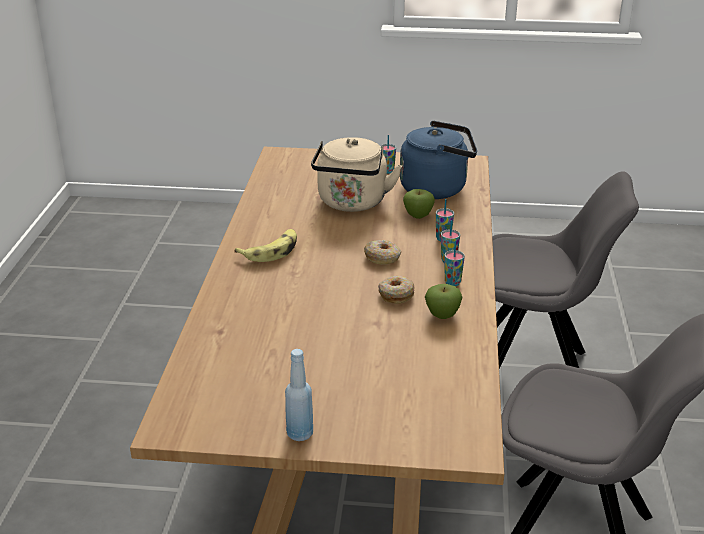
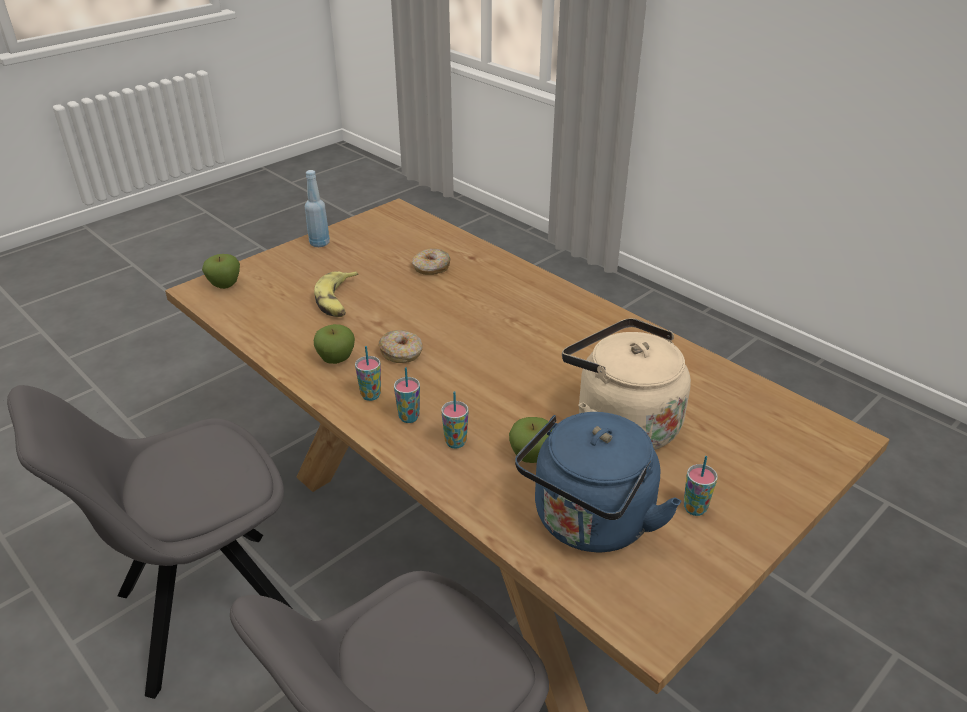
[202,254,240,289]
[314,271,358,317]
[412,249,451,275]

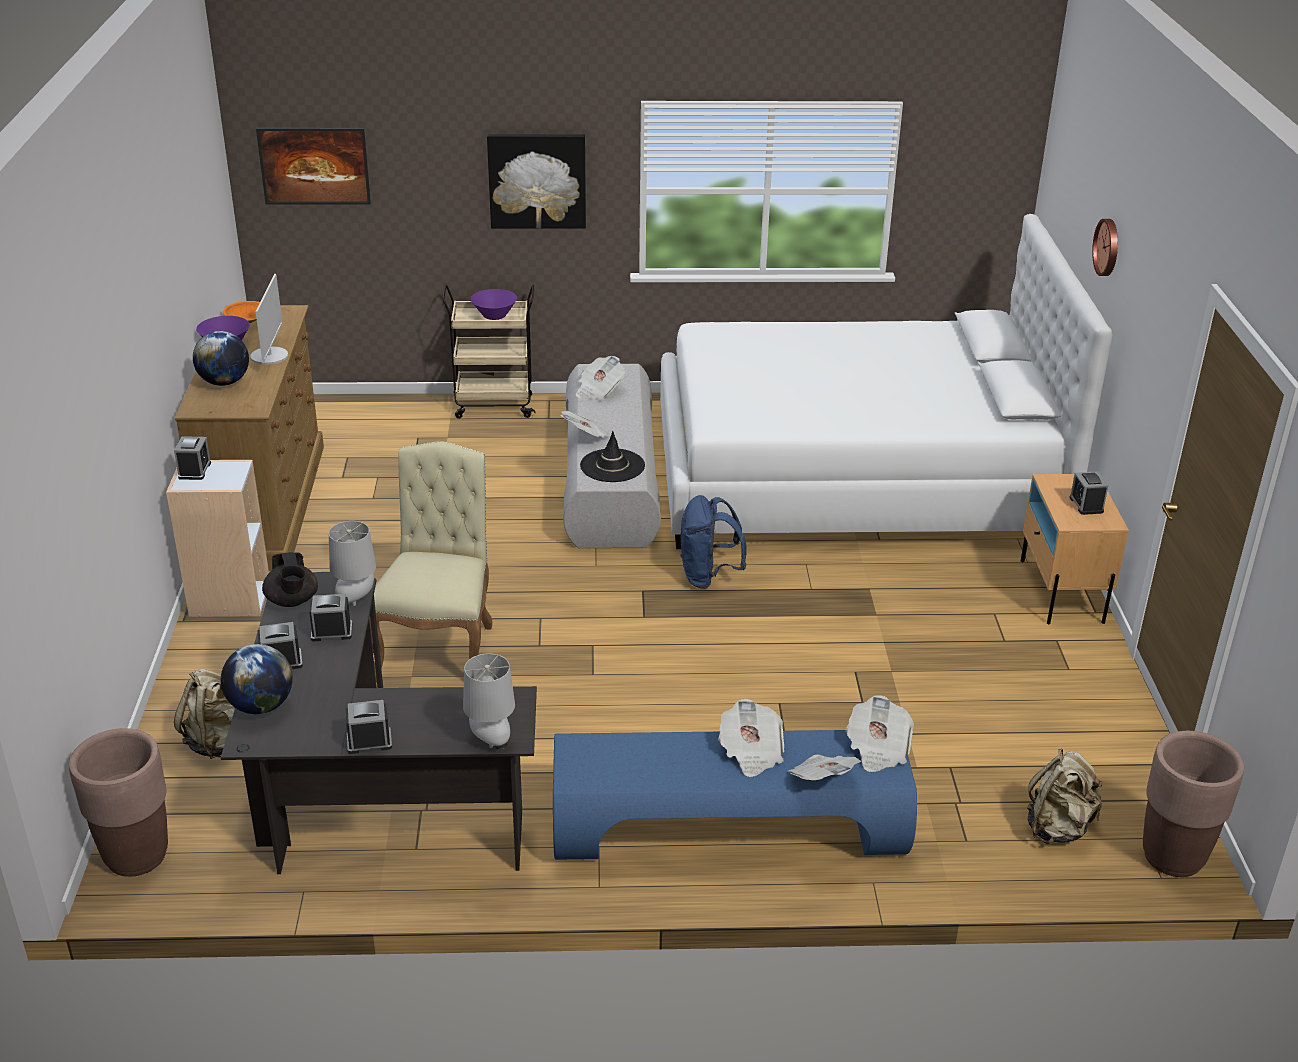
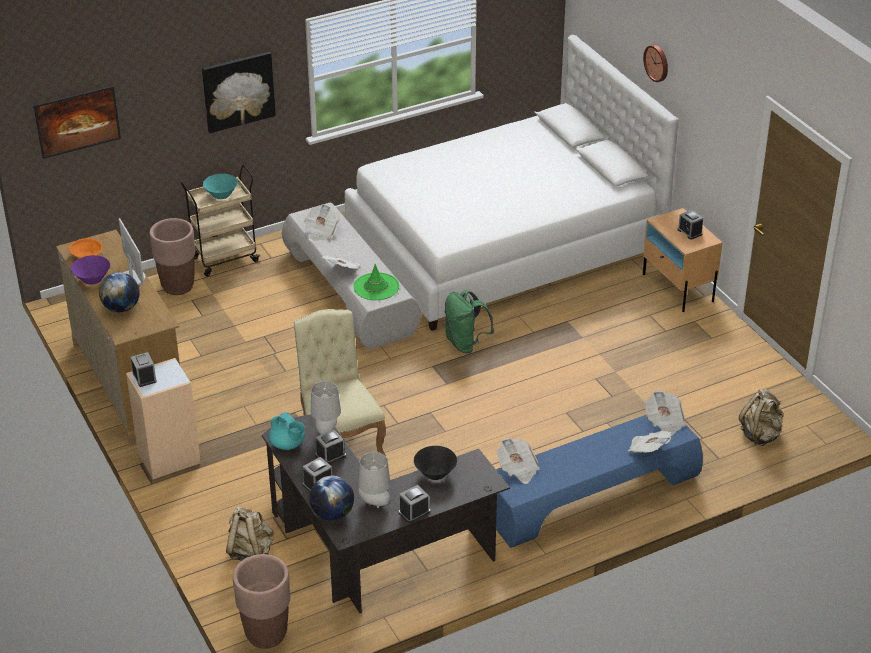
[414,446,457,480]
[358,452,391,508]
[496,438,540,484]
[149,218,195,295]
[269,412,305,450]
[203,174,238,199]
[353,264,399,300]
[445,290,494,353]

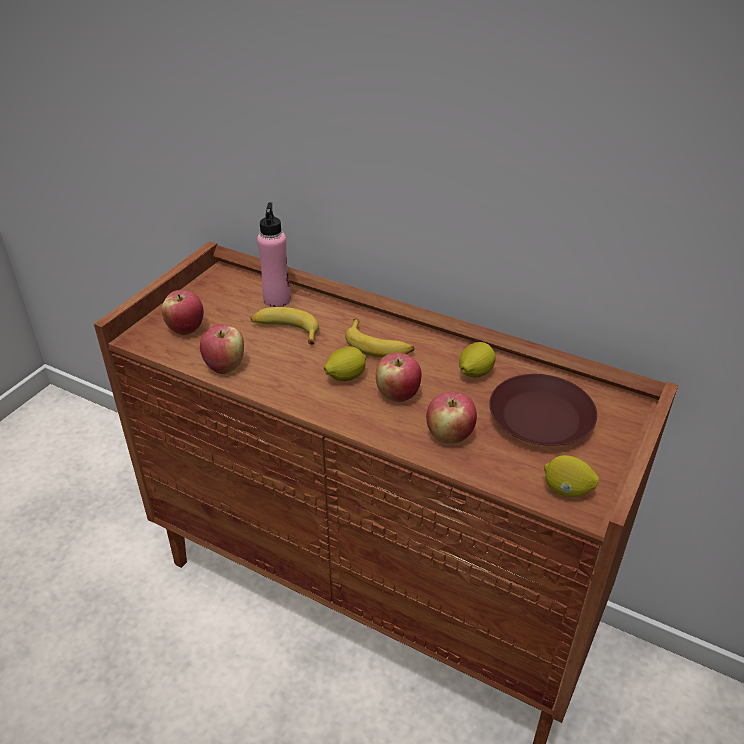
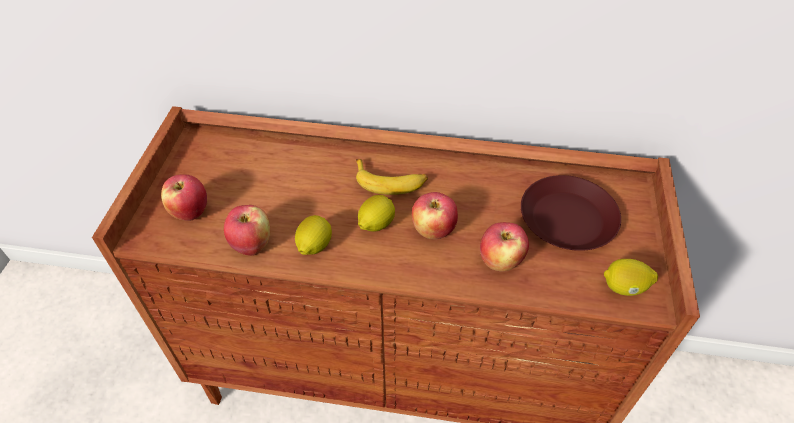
[251,307,319,345] (first image)
[257,202,291,307] (first image)
[295,215,332,255]

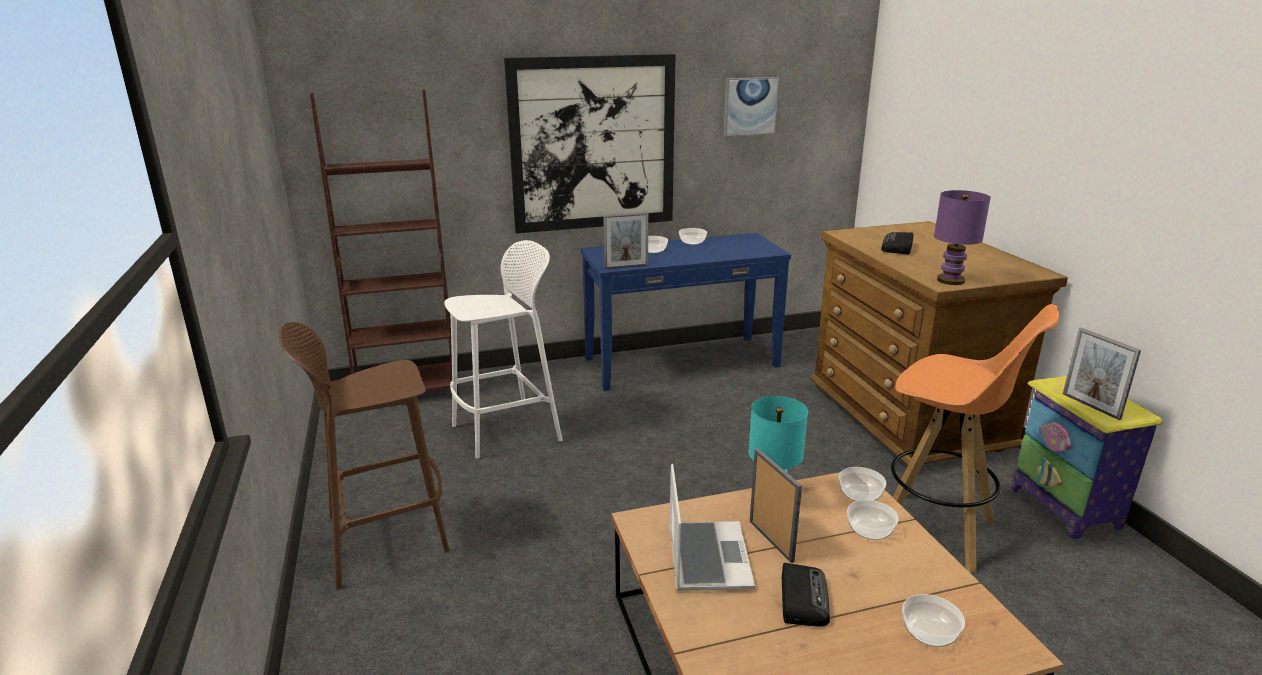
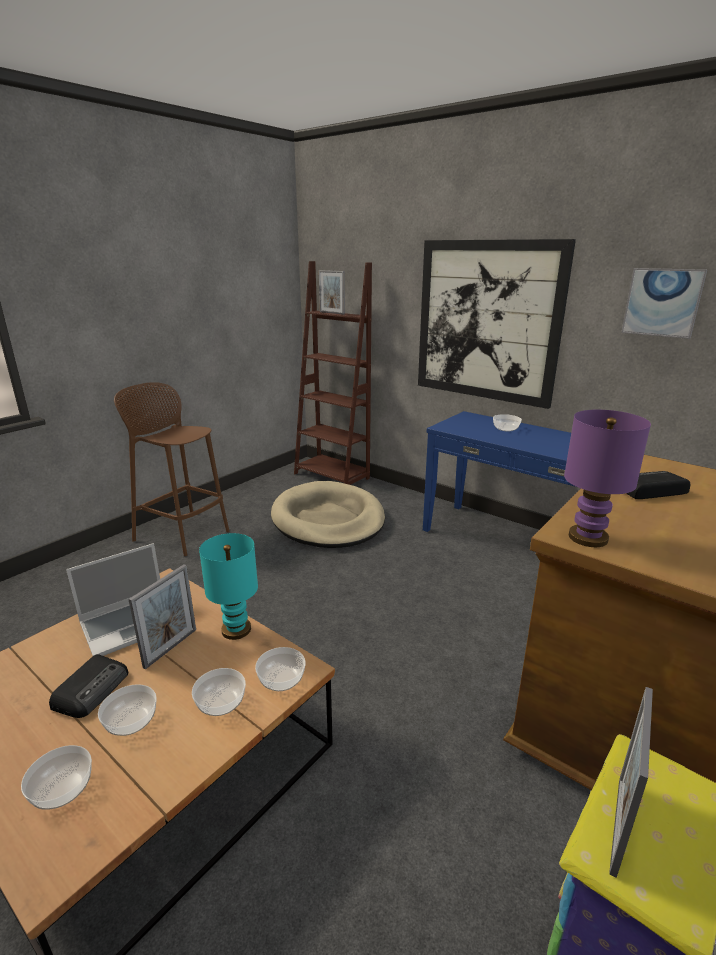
[891,304,1059,573] (first image)
[319,270,345,315]
[98,684,157,736]
[271,481,385,548]
[49,654,128,718]

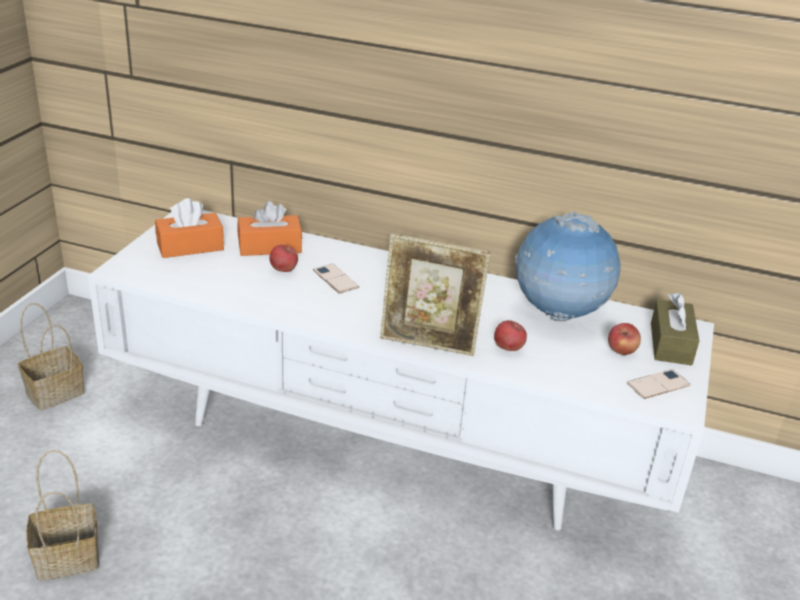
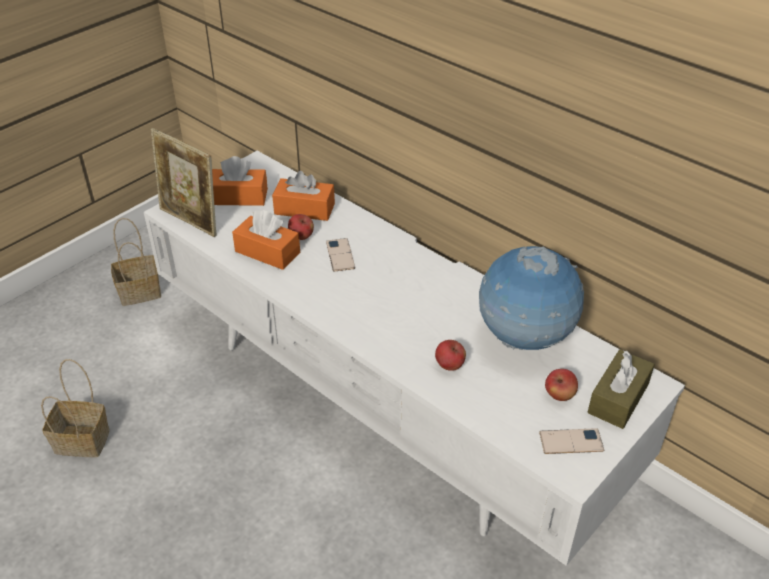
[232,210,300,270]
[151,128,216,237]

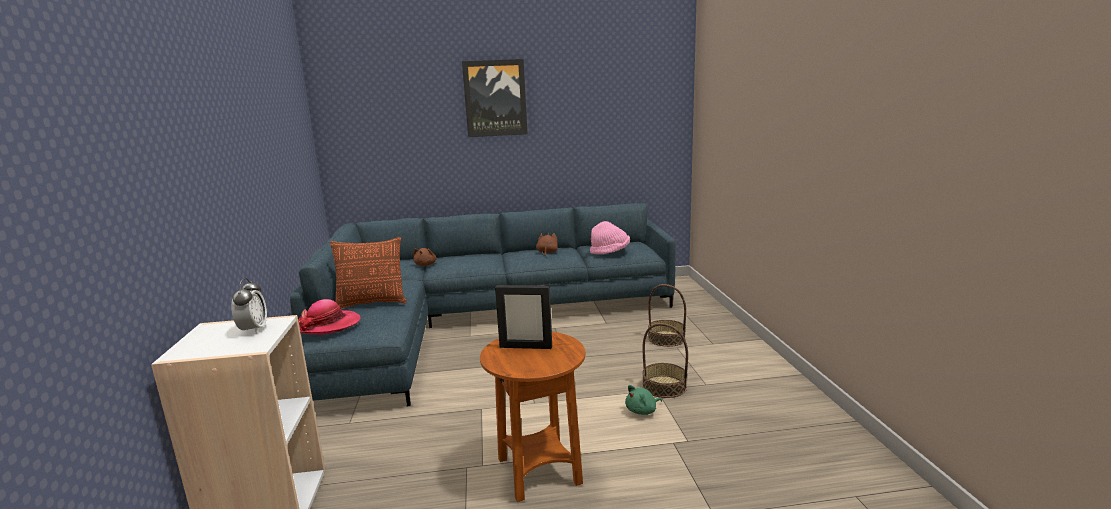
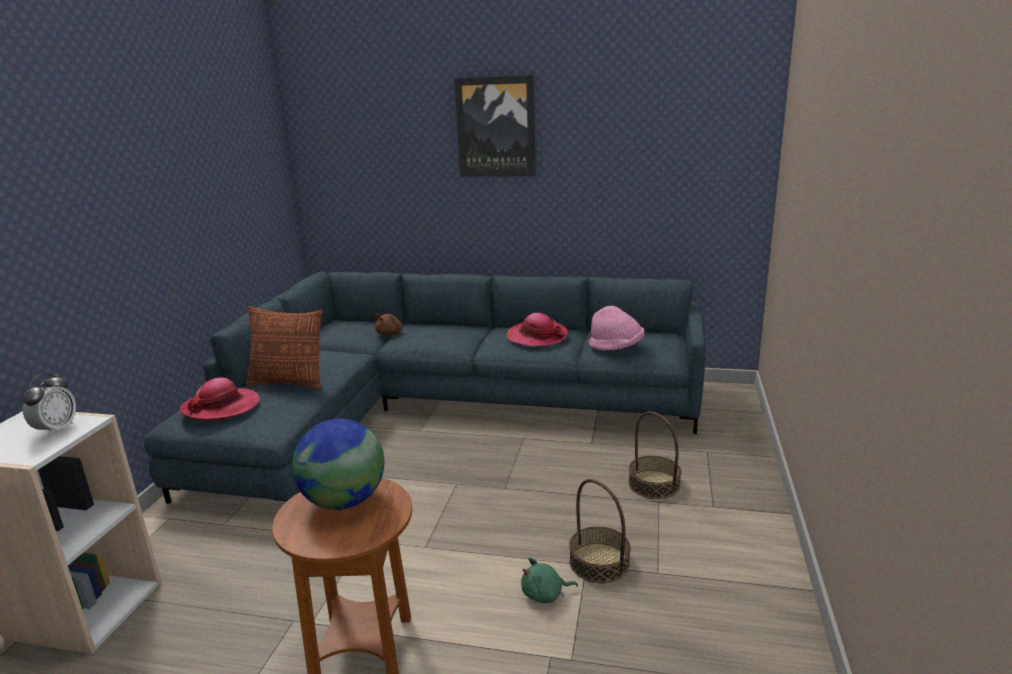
[292,419,384,510]
[507,313,568,347]

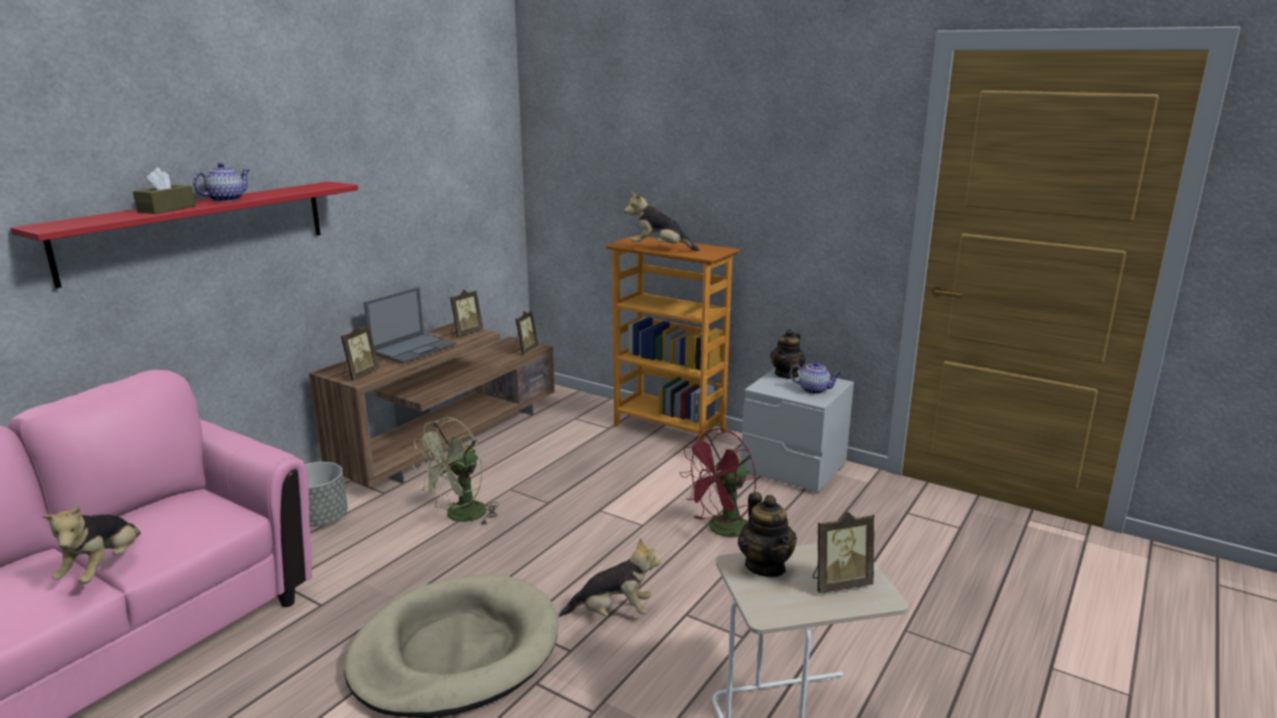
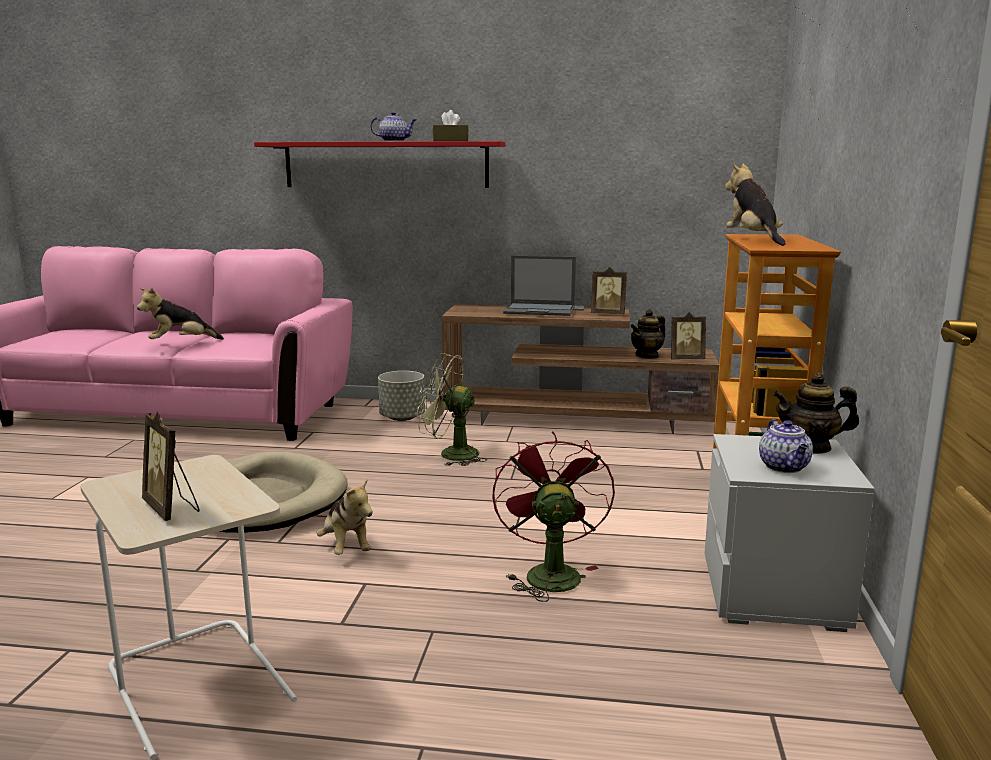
[341,325,379,380] (first image)
[433,110,469,141]
[630,309,665,359]
[492,431,615,602]

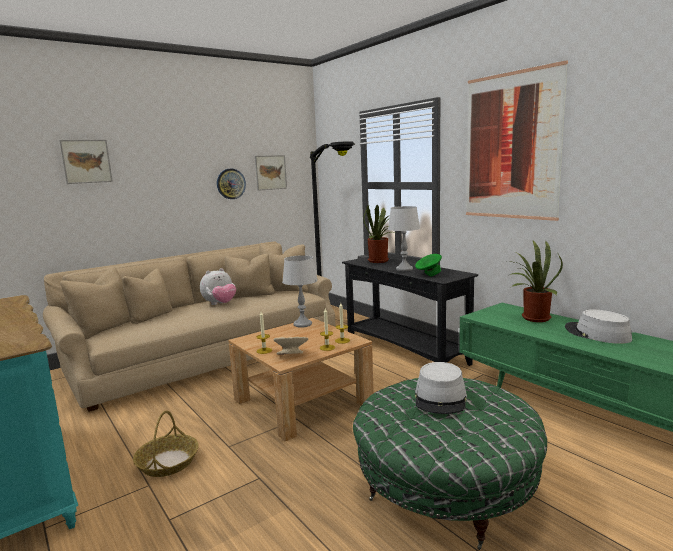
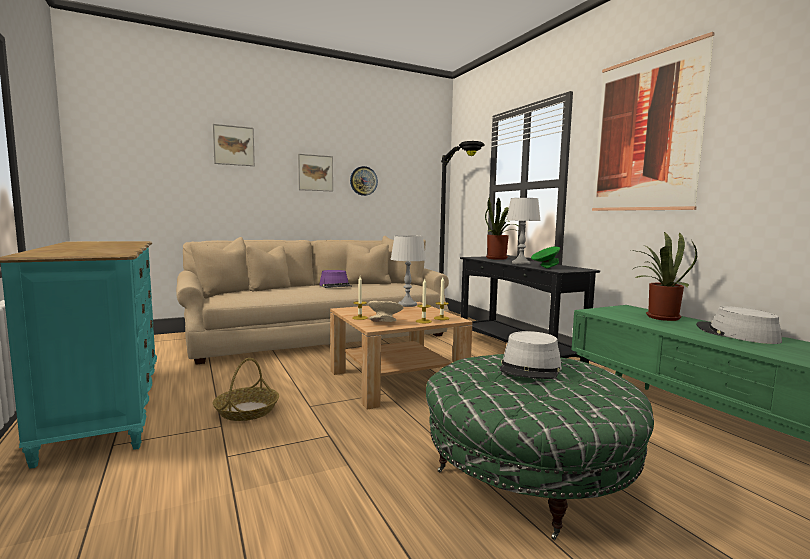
[298,154,333,192]
[320,270,351,288]

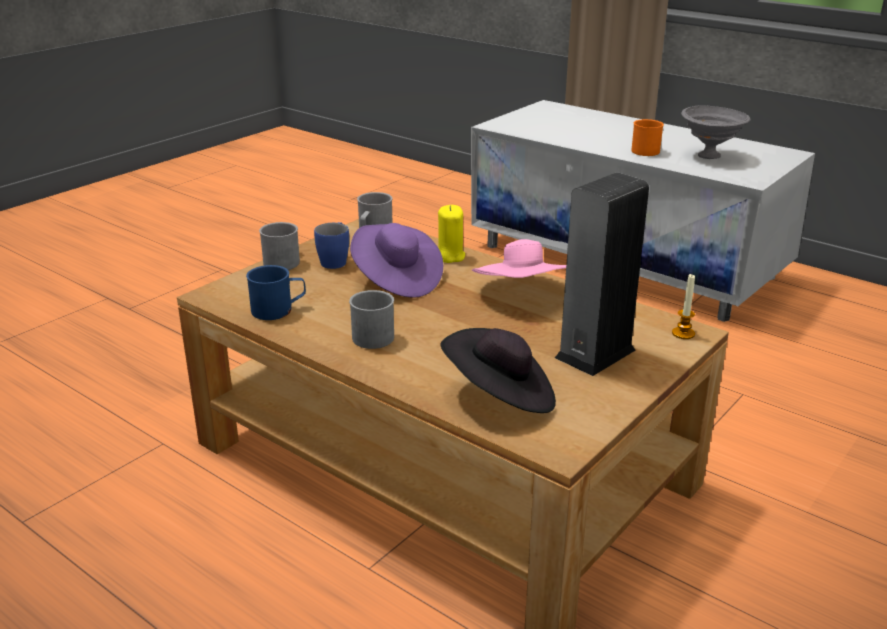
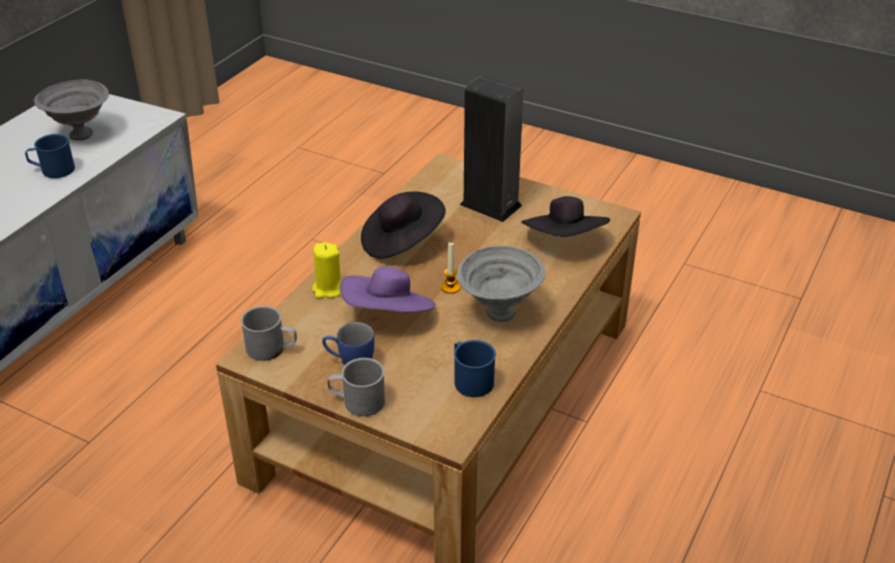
[441,242,460,294]
[457,246,545,322]
[361,192,446,259]
[25,134,75,178]

